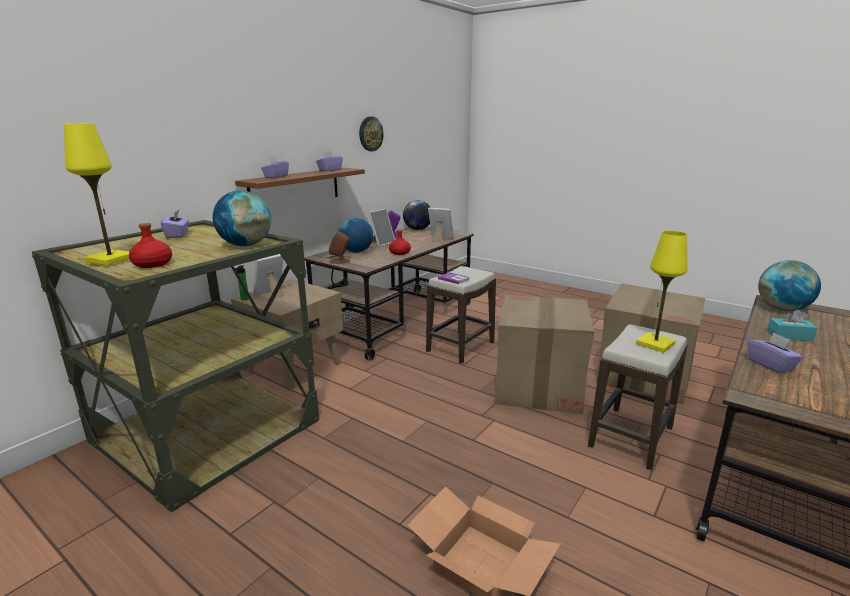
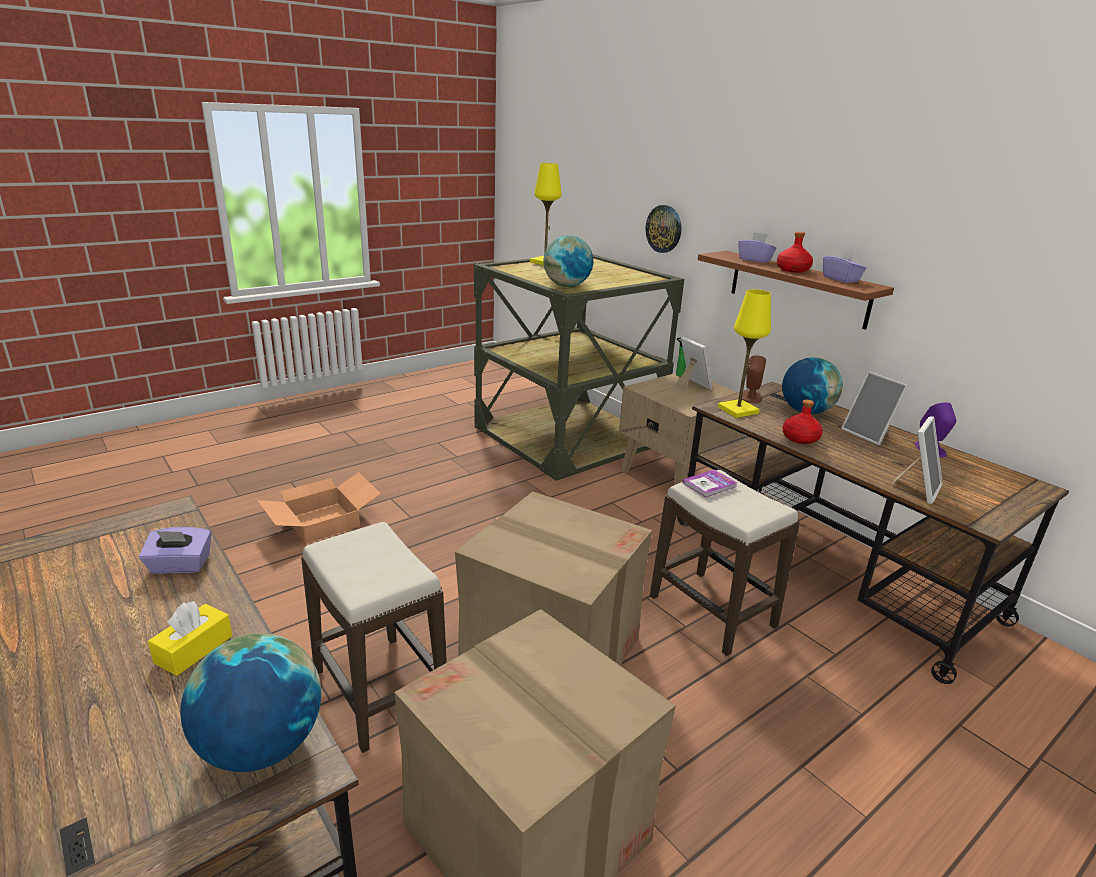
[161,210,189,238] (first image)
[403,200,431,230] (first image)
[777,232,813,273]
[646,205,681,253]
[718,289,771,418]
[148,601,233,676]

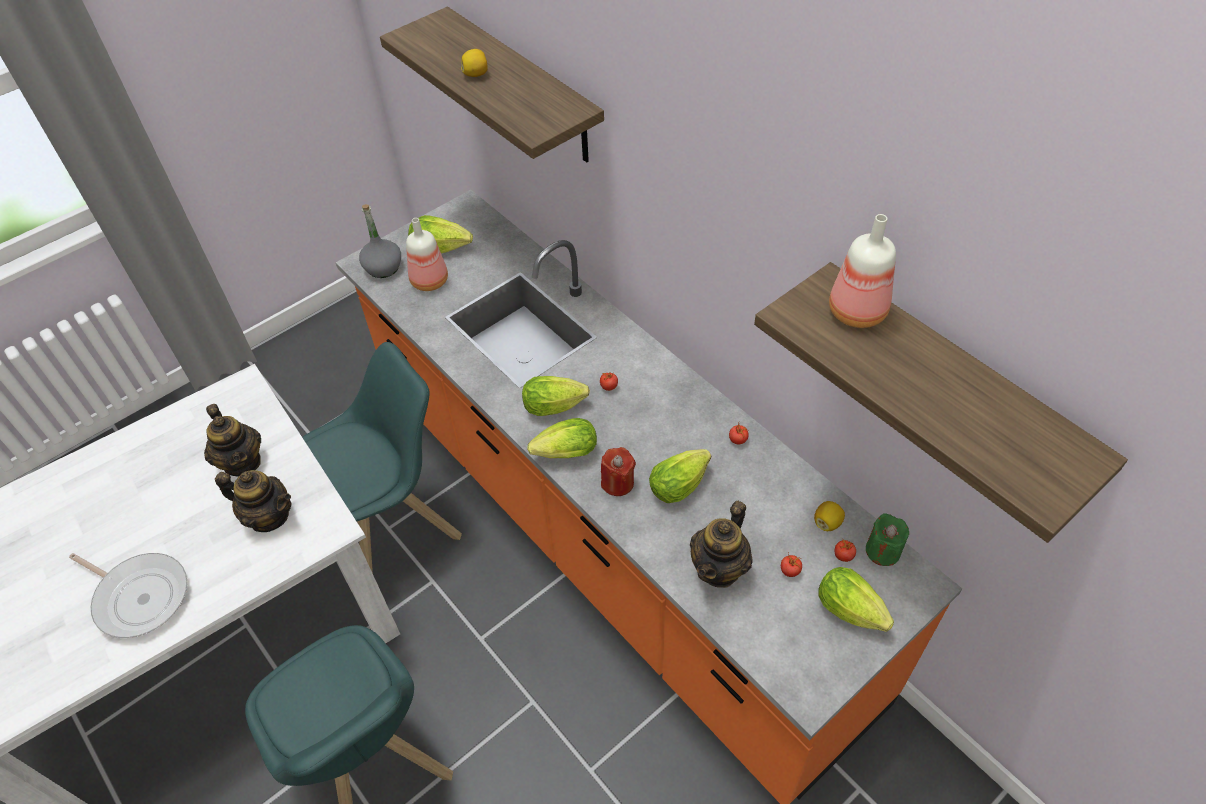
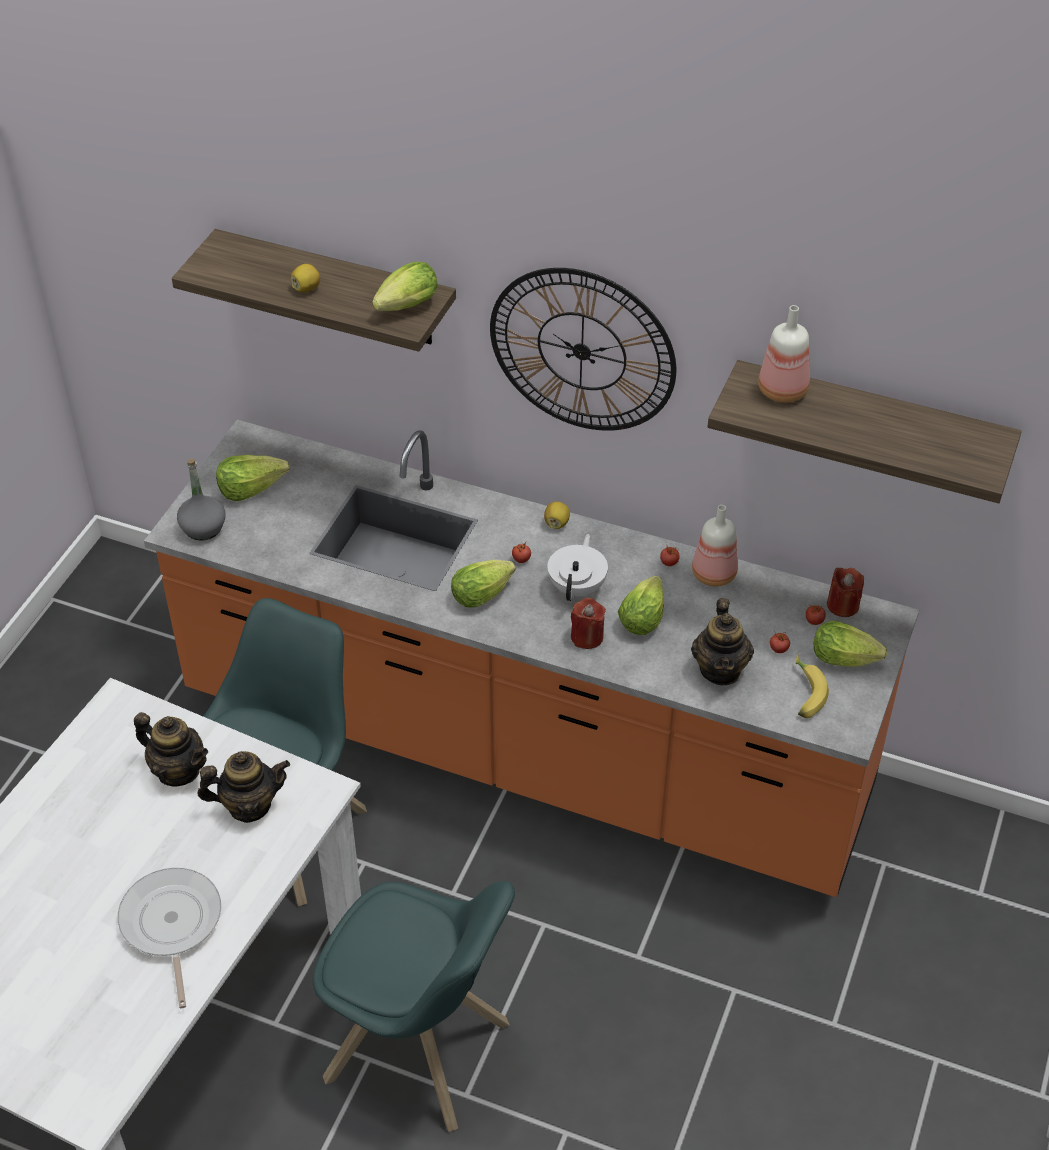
[490,268,676,431]
[547,534,608,601]
[796,655,829,718]
[692,505,738,587]
[372,262,438,311]
[544,502,570,529]
[827,568,864,617]
[118,868,221,1008]

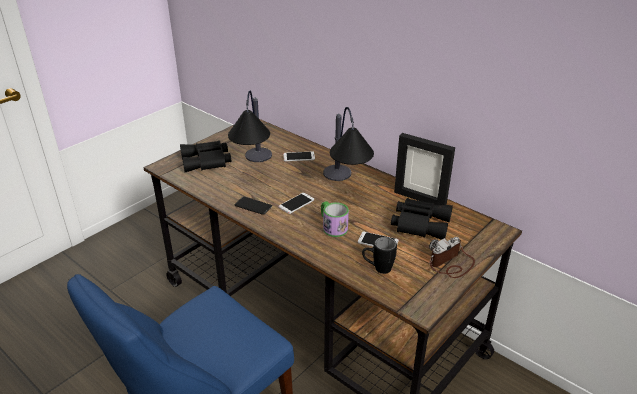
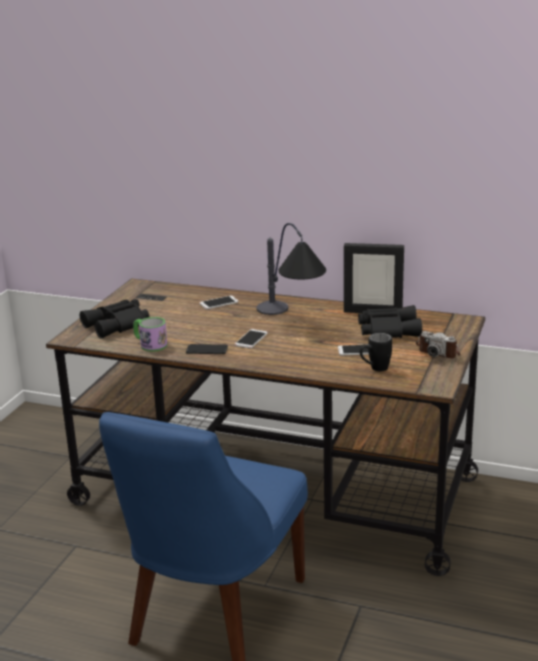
[228,91,272,162] (first image)
[133,317,167,352]
[416,331,460,358]

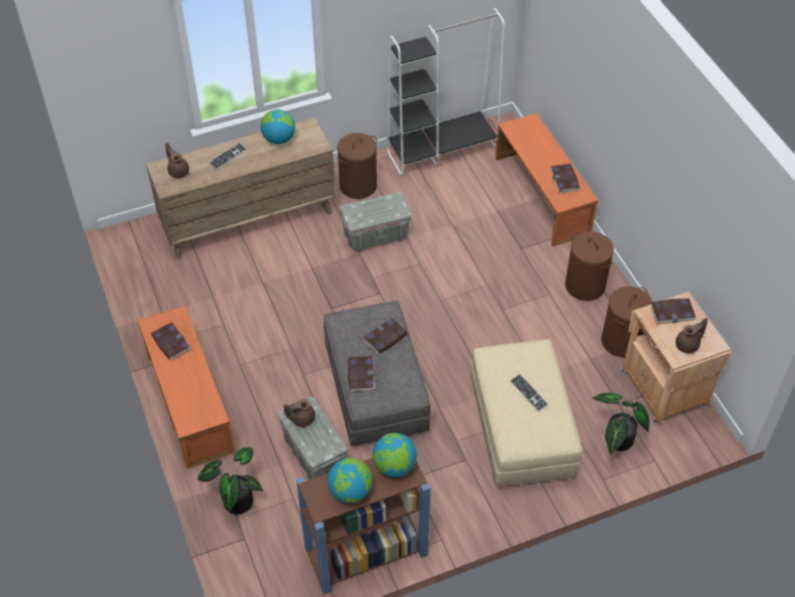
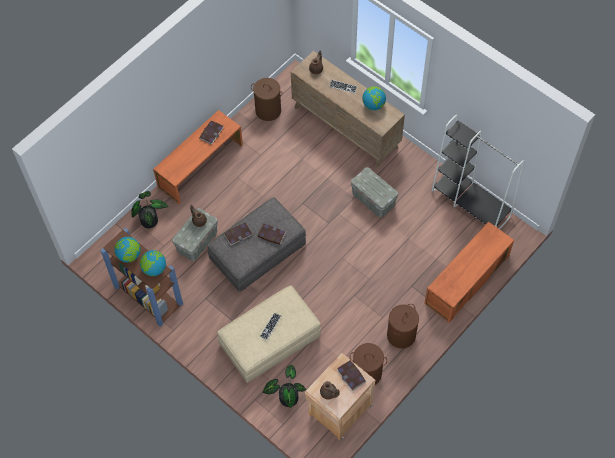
[550,164,580,193] (first image)
[251,78,283,121]

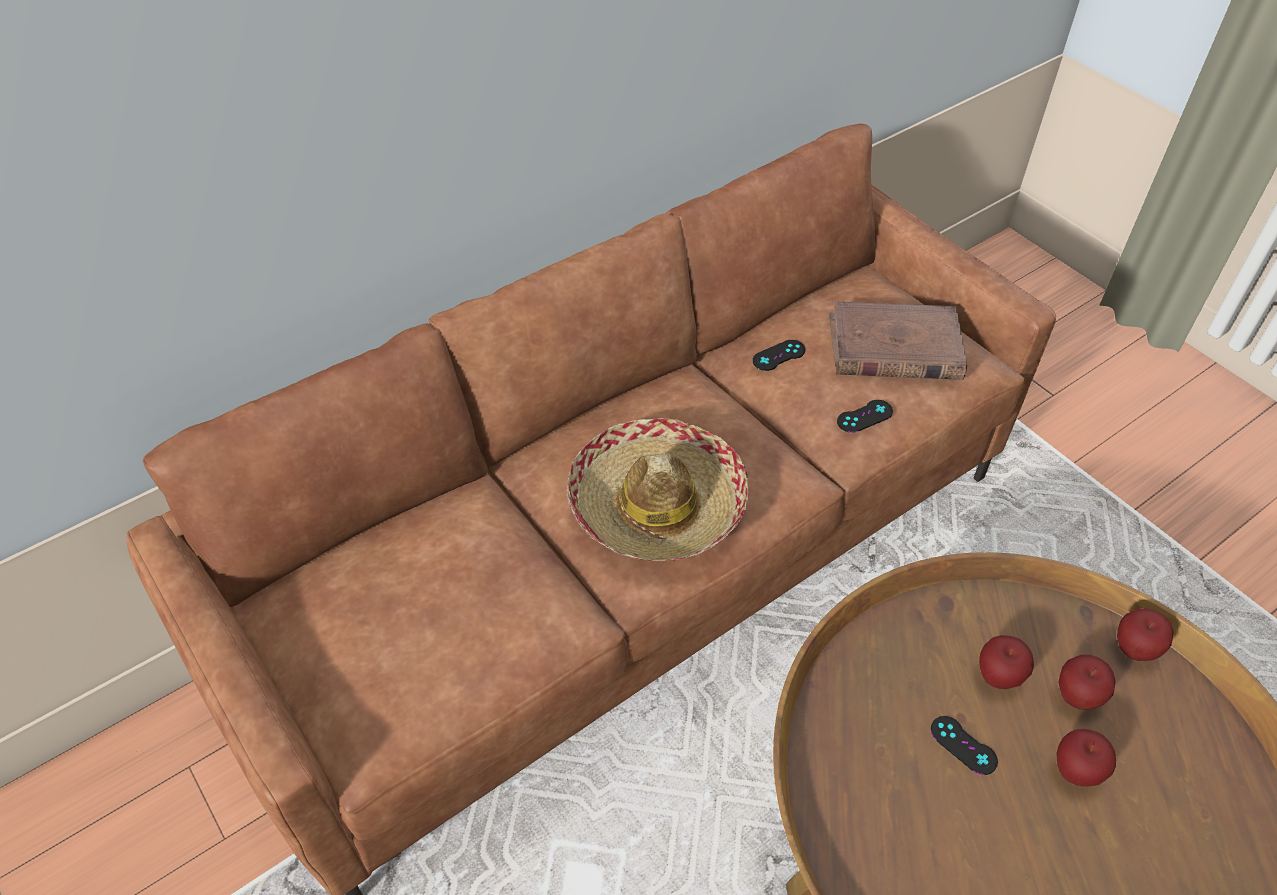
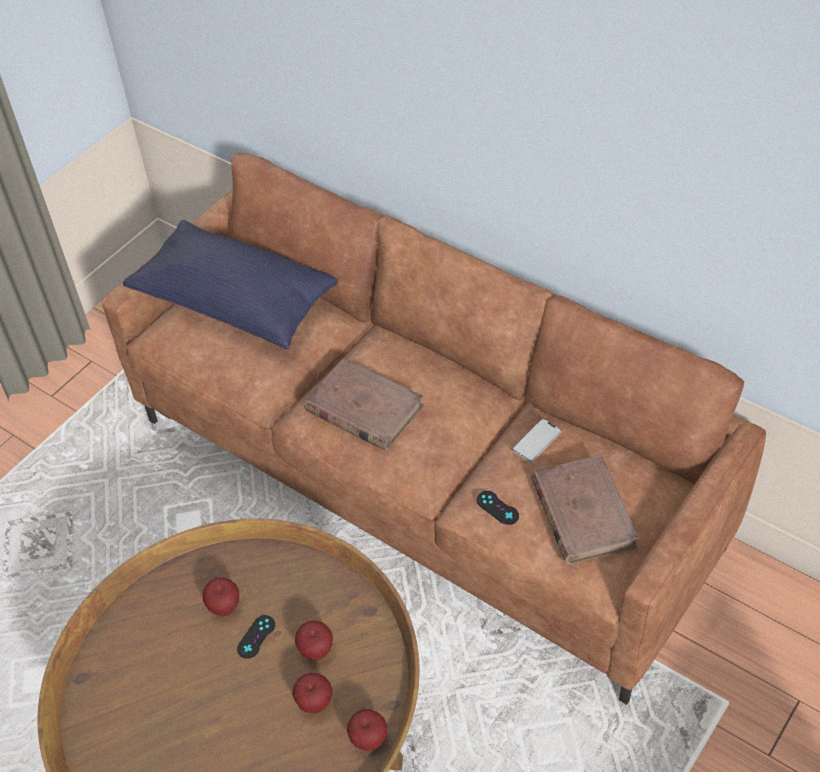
[123,220,338,349]
[202,577,239,616]
[304,358,424,451]
[512,419,561,462]

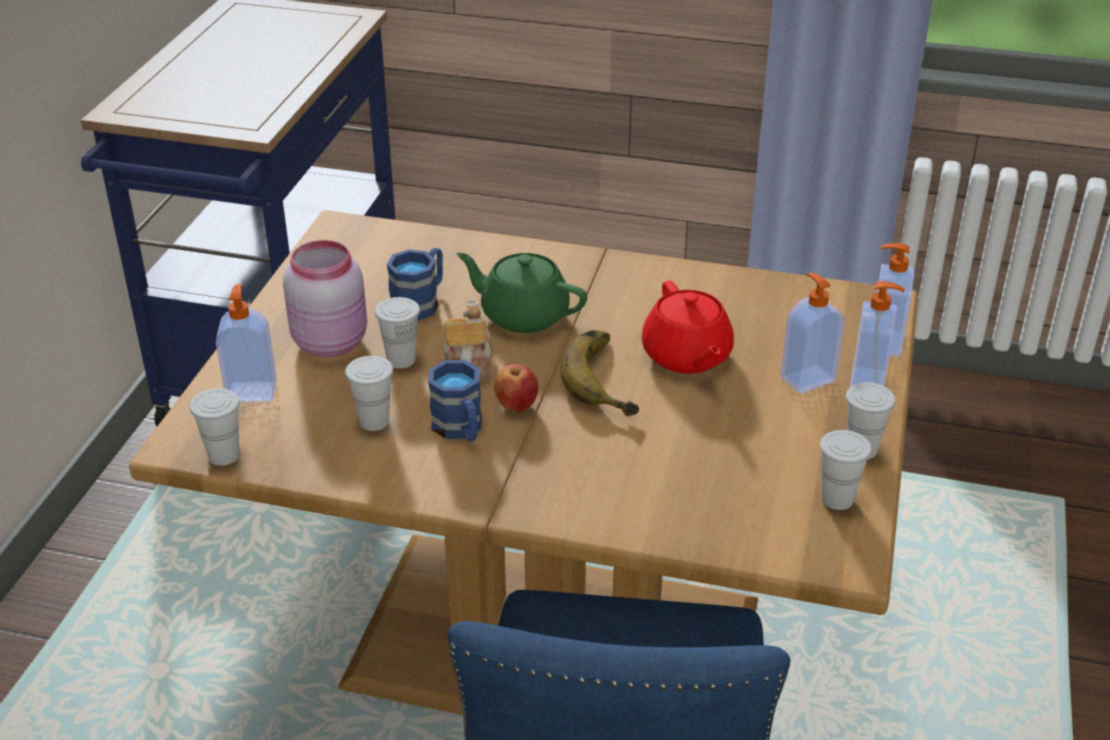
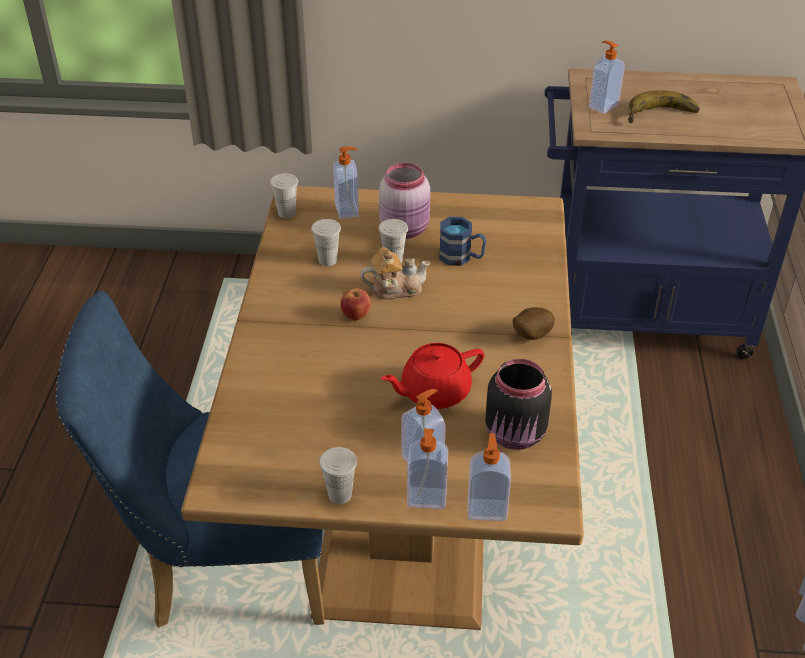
[428,360,482,441] (first image)
[456,253,587,333] (first image)
[820,430,872,510] (first image)
[485,359,552,450]
[512,307,555,340]
[589,41,625,114]
[628,90,699,123]

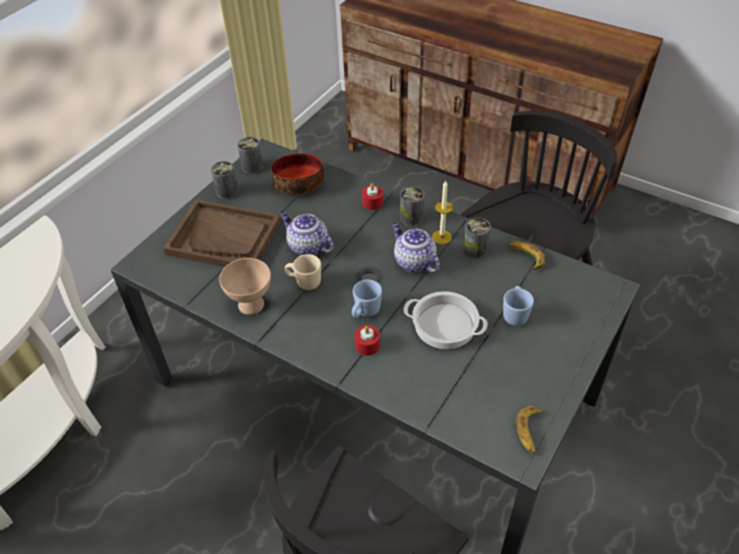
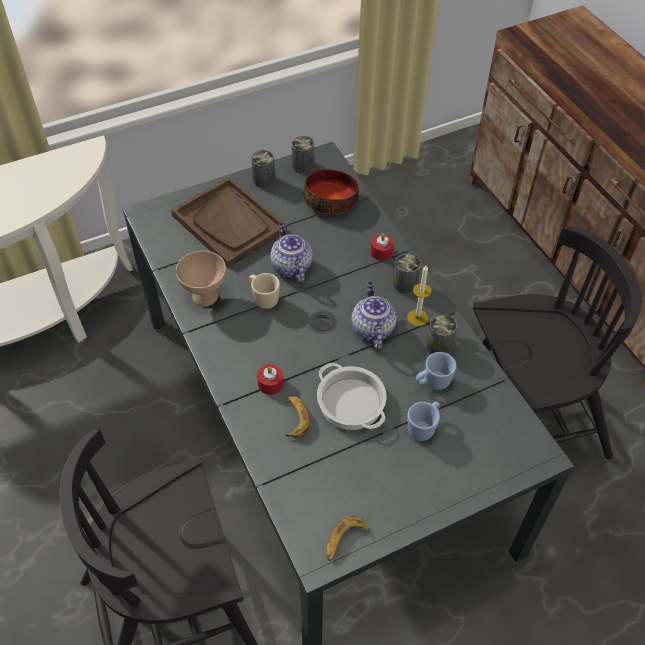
[416,352,456,390]
[285,395,310,439]

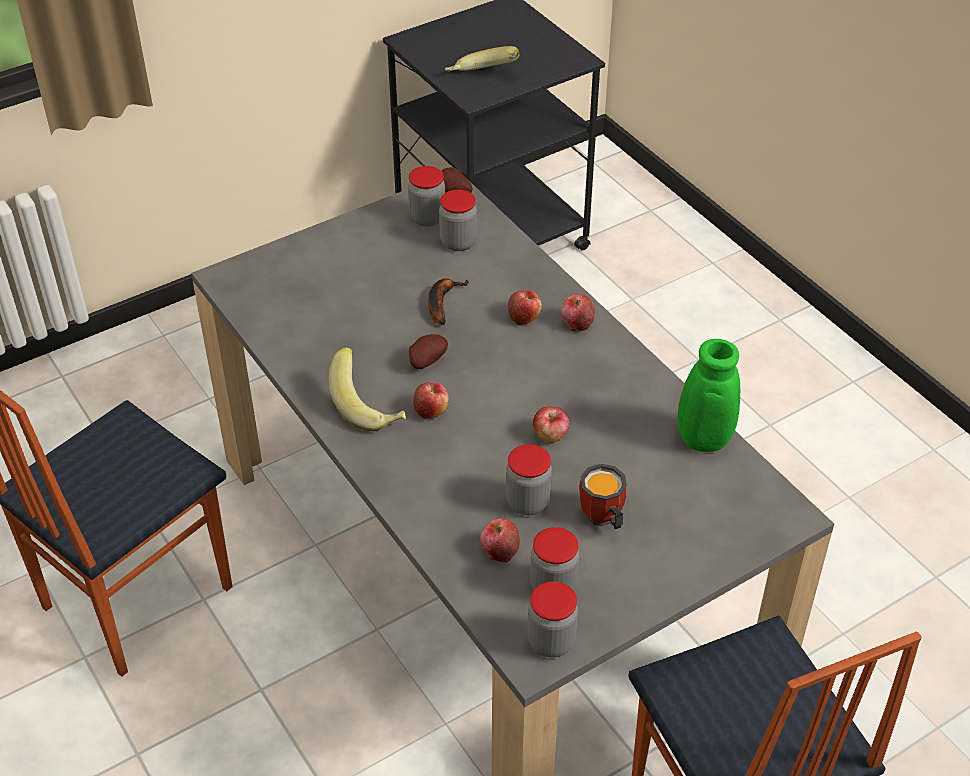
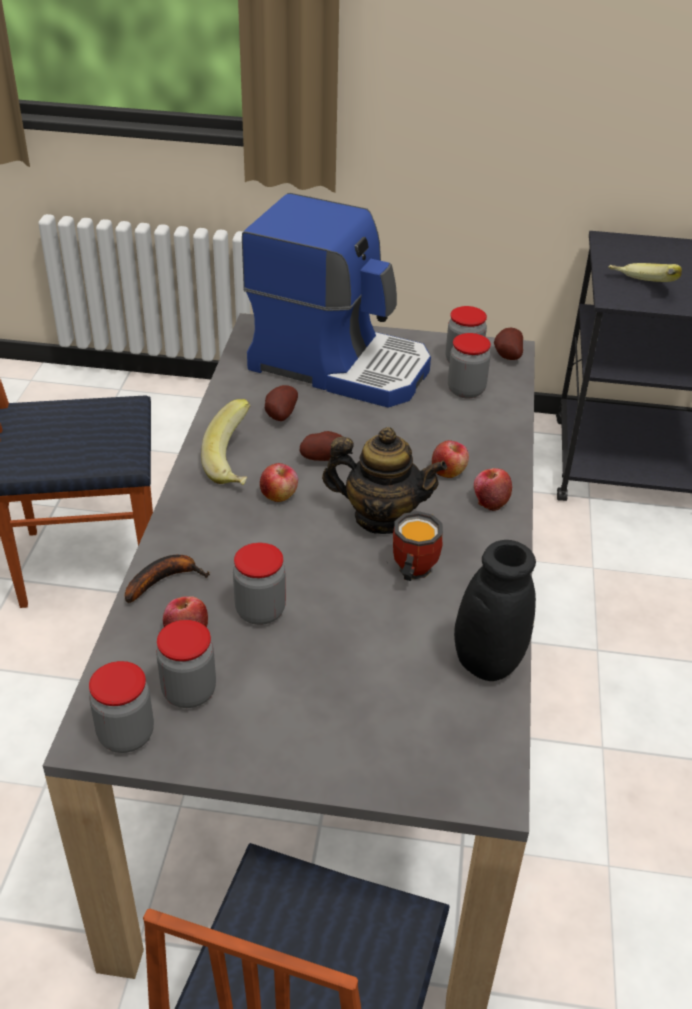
[533,406,570,443] (first image)
[242,193,431,408]
[265,385,298,421]
[322,427,447,534]
[125,554,210,603]
[393,511,443,581]
[387,540,536,681]

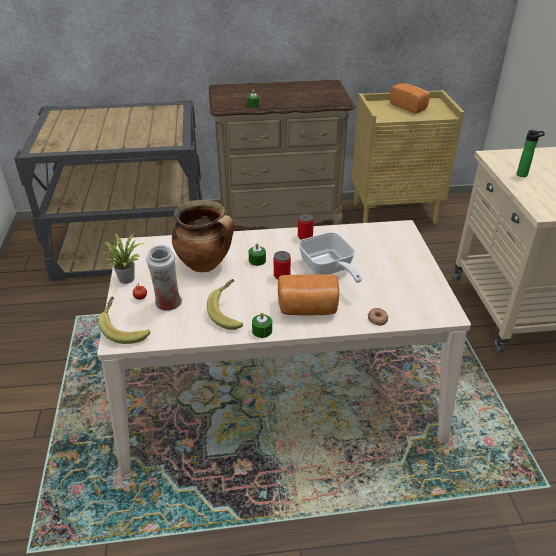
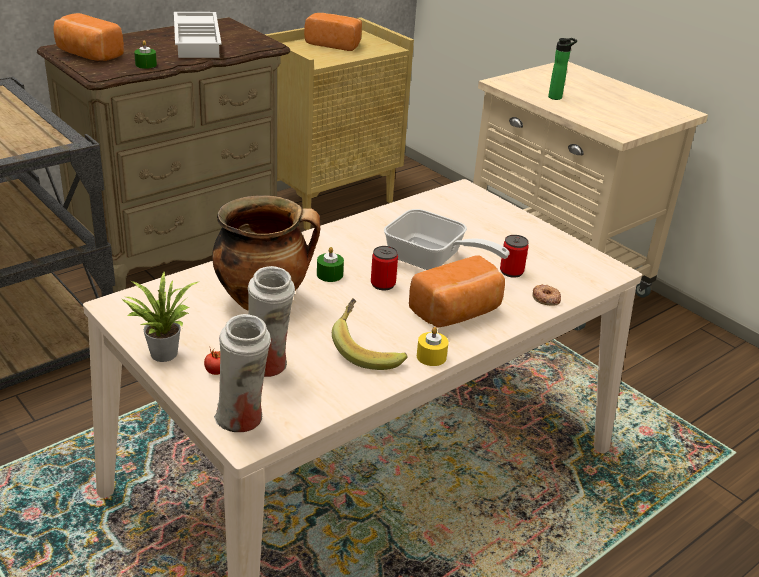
[53,13,124,61]
[174,12,222,58]
[500,235,529,278]
[214,314,271,432]
[417,327,449,366]

